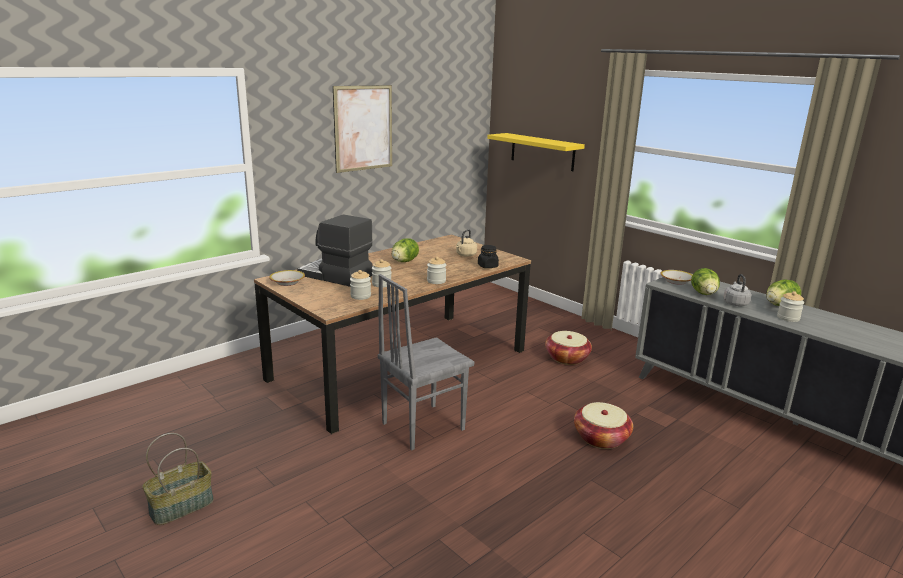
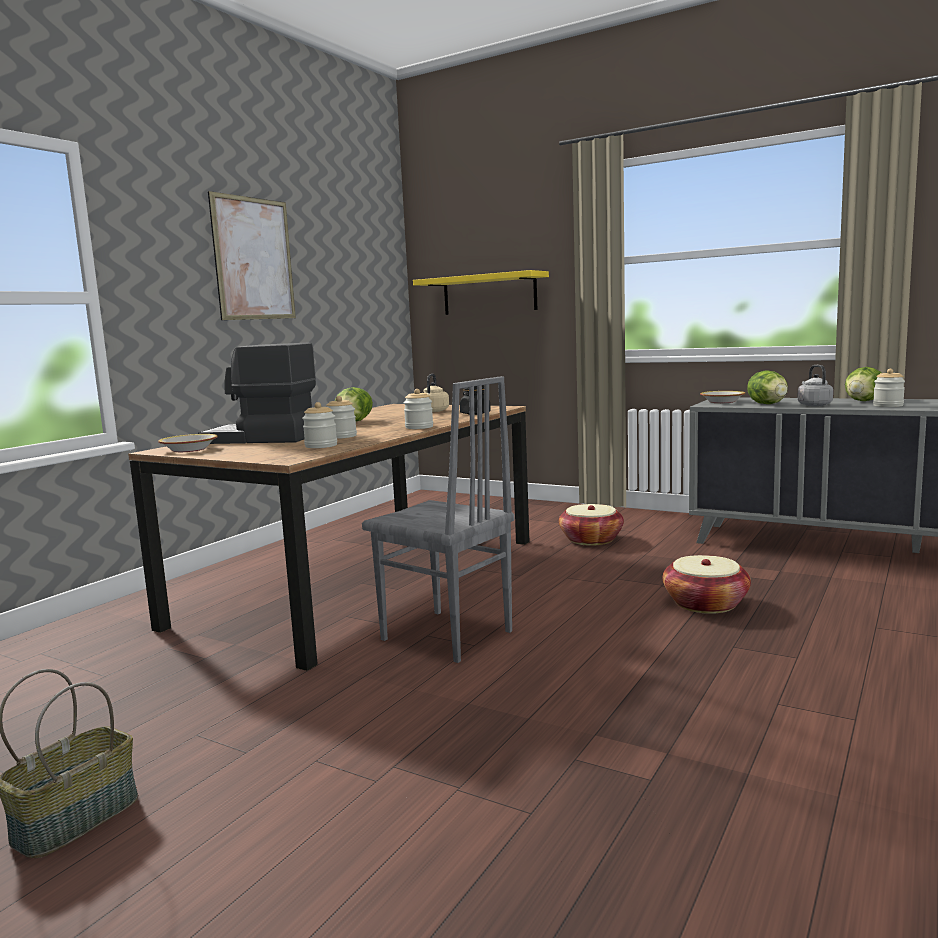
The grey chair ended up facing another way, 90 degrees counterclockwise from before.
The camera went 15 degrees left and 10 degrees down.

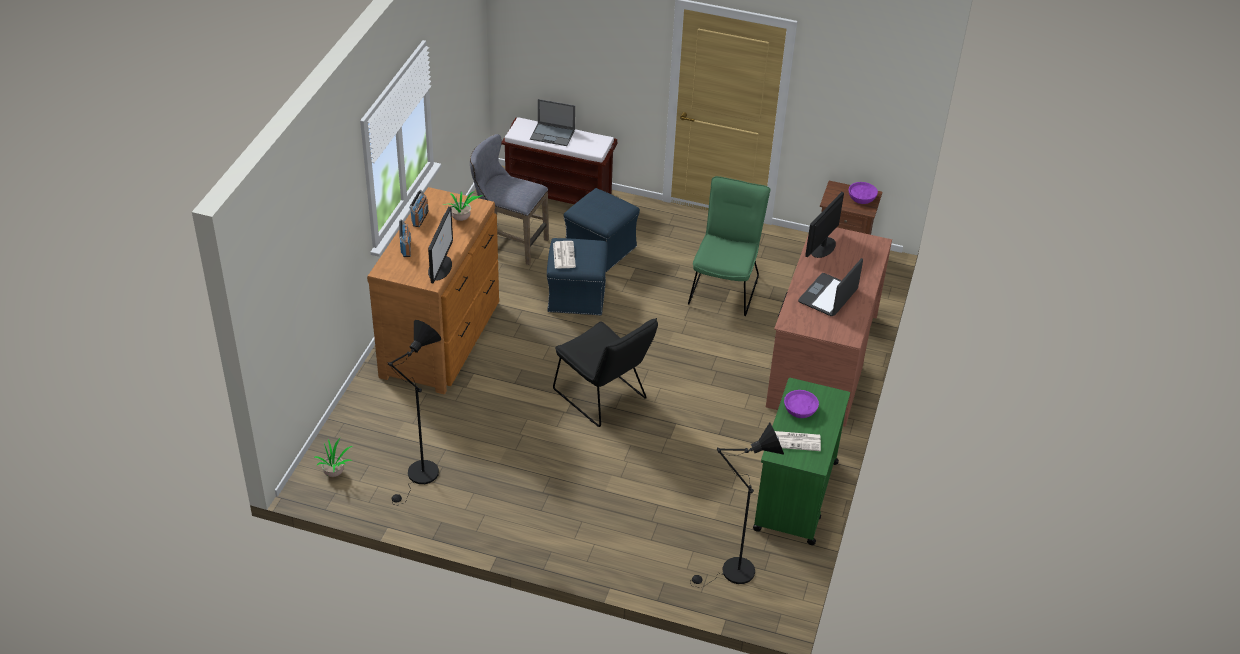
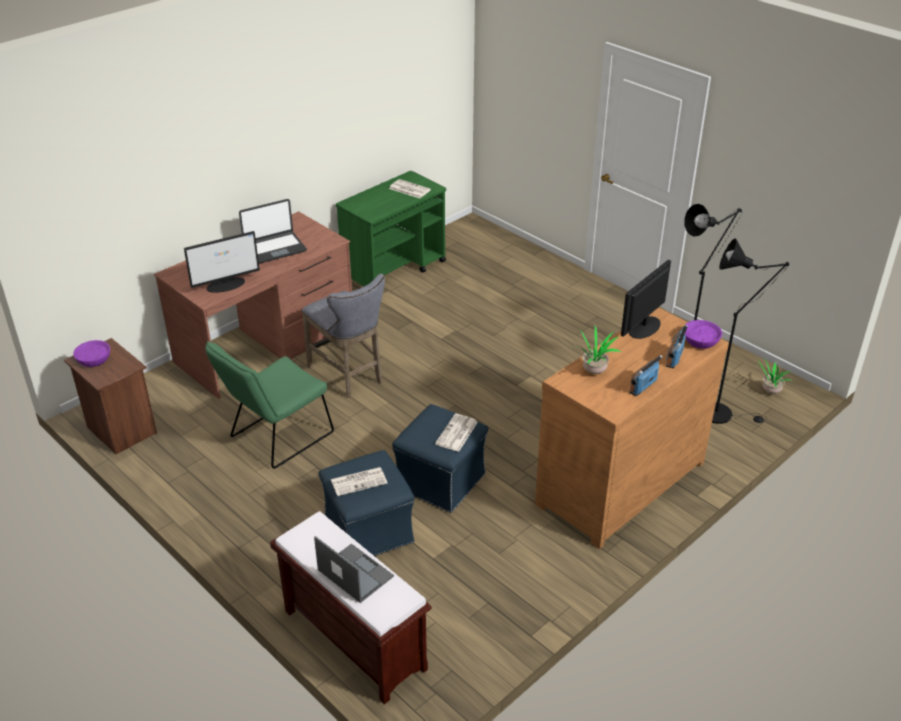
The grey stool seat ended up elsewhere.
The second view lost the black-coloured chair.
The black-coloured standing lamp (no. 2 from left) ended up elsewhere.
The purplish bowl (no. 1 from left in the first image) ended up elsewhere.
The second view gained the newspaper (no. 1 from left).
The camera went 150 degrees left and 5 degrees down.

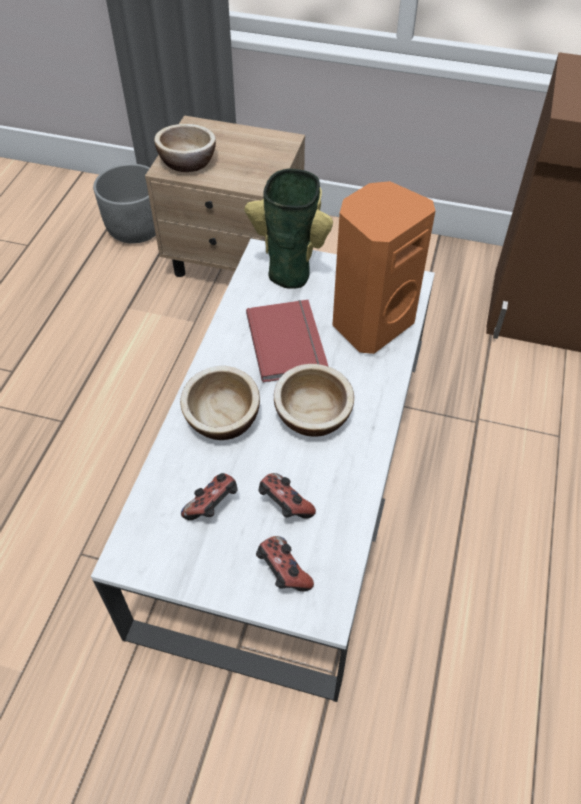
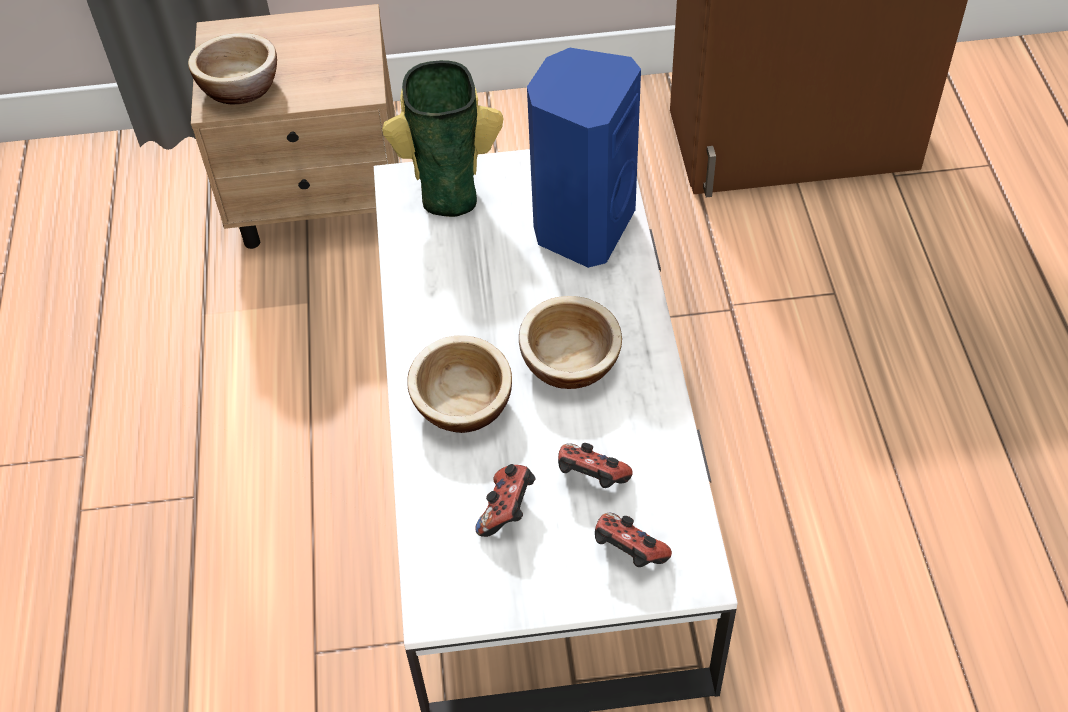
The second view lost the grey planter.
The second view lost the red-coloured book.
What was the orangey audio speaker turned into the bluish audio speaker.
The camera went 20 degrees left and 0 degrees up.

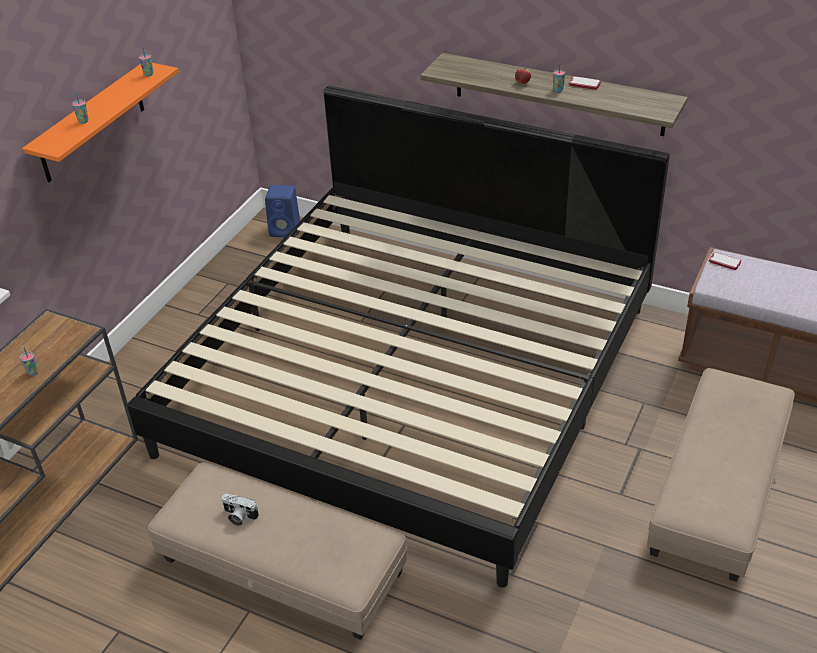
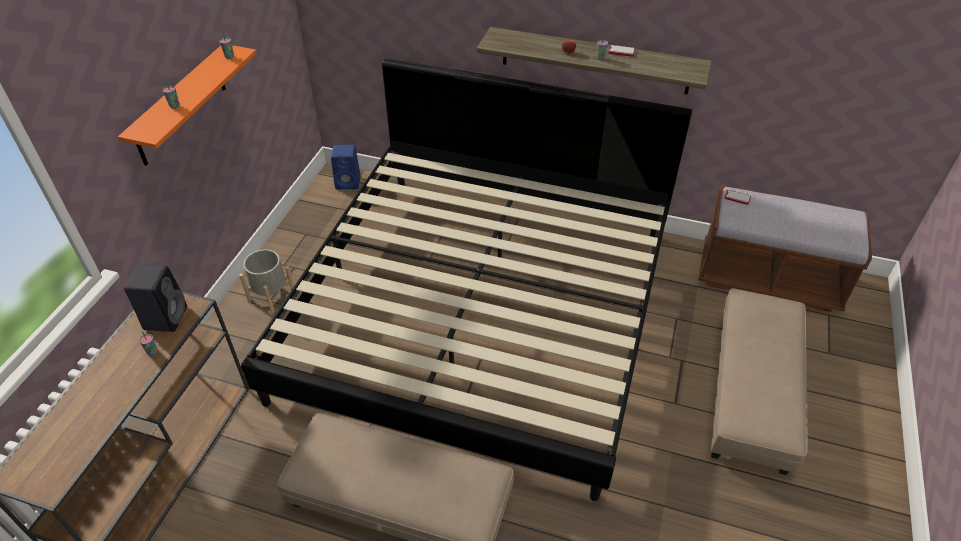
The second view lost the photo camera.
The second view gained the black-coloured audio speaker.
The second view gained the grey planter.
The camera went 10 degrees left and 5 degrees up.

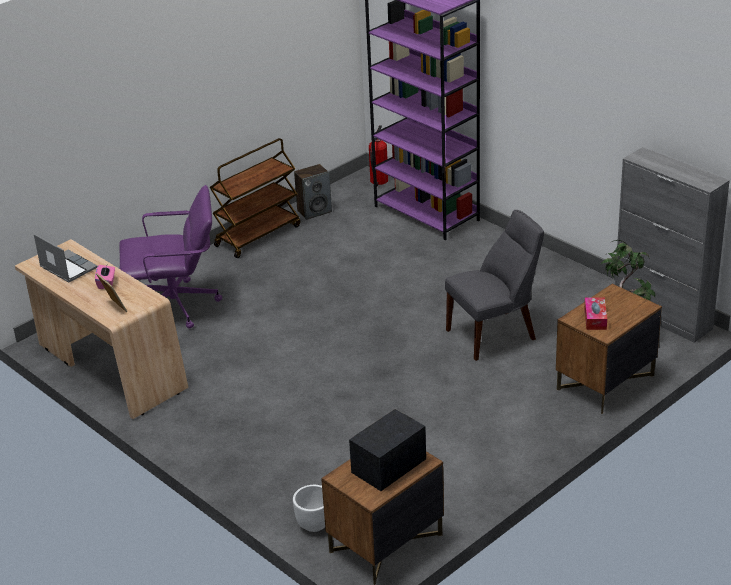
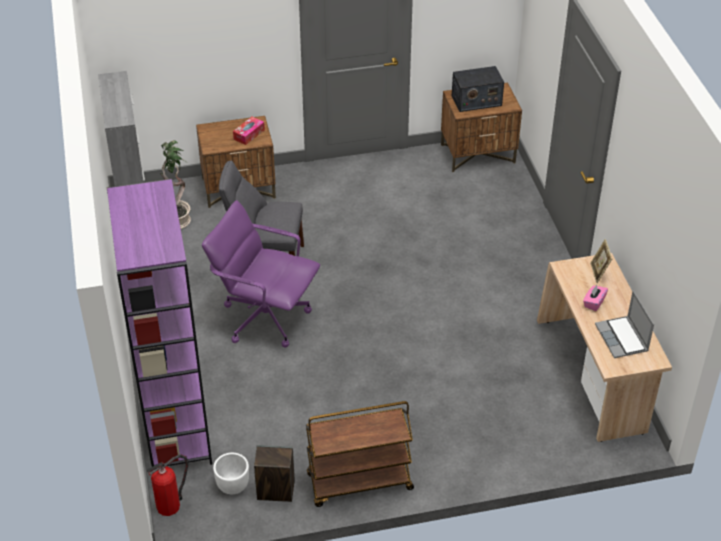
The purplish computer chair ended up elsewhere.
The white planter ended up elsewhere.
The camera went 150 degrees left and 10 degrees up.

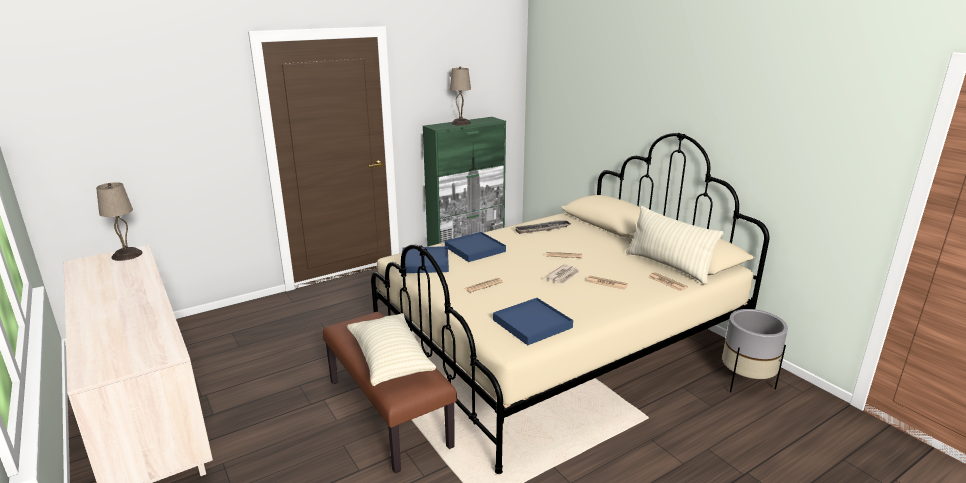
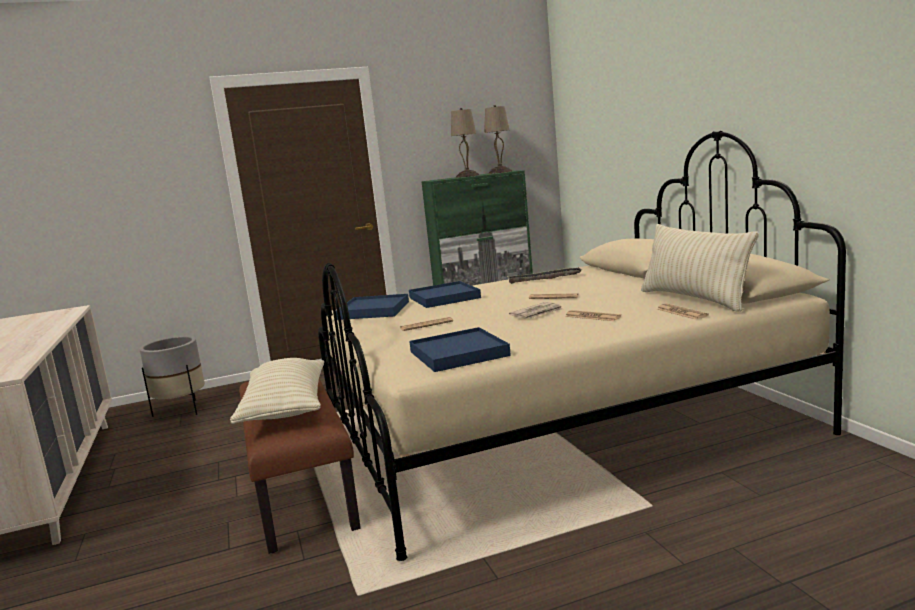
The sand-coloured lamp for a table (no. 1 from left in the first image) ended up elsewhere.
The grey planter ended up elsewhere.
The camera went 15 degrees right and 10 degrees down.

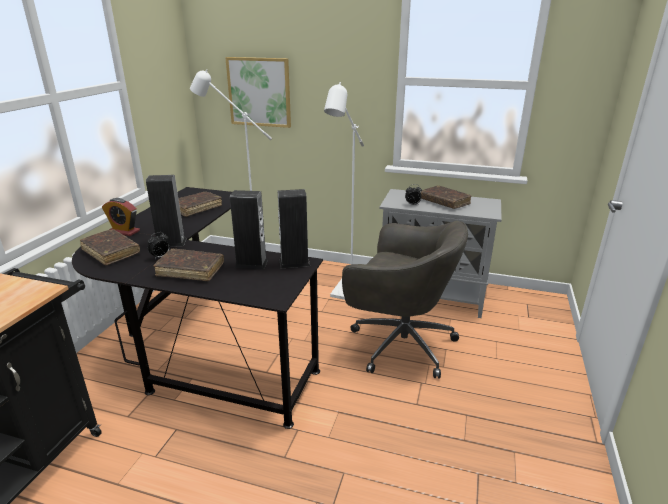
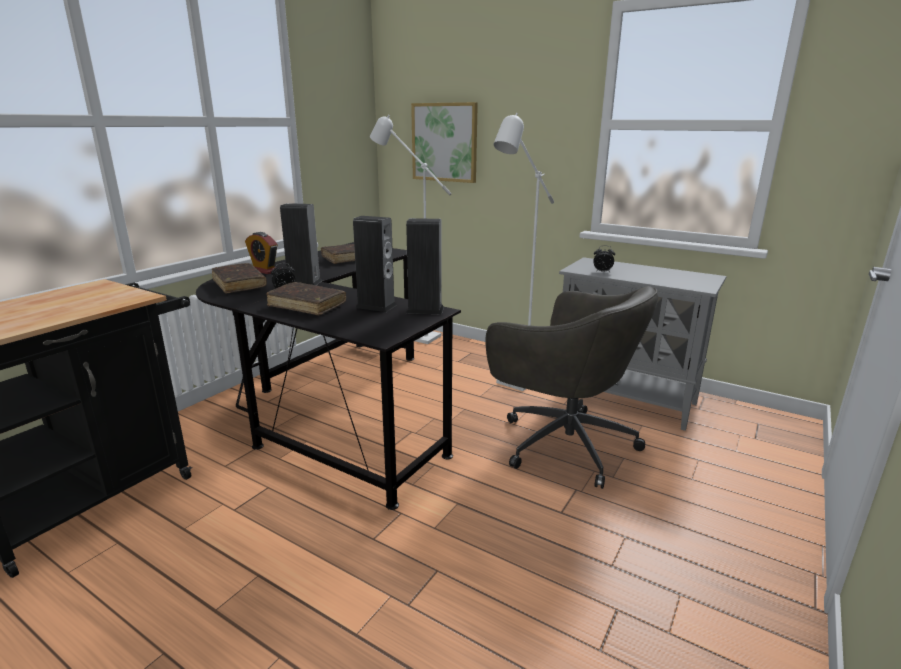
The second view lost the brown book (no. 4 from left).
The camera went 15 degrees right and 5 degrees down.

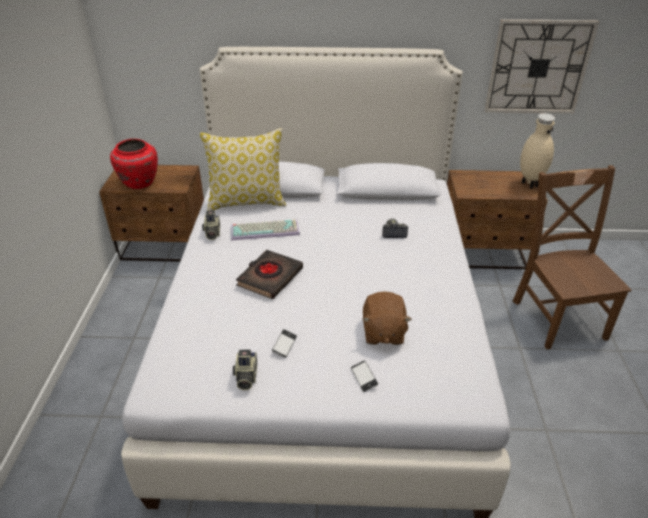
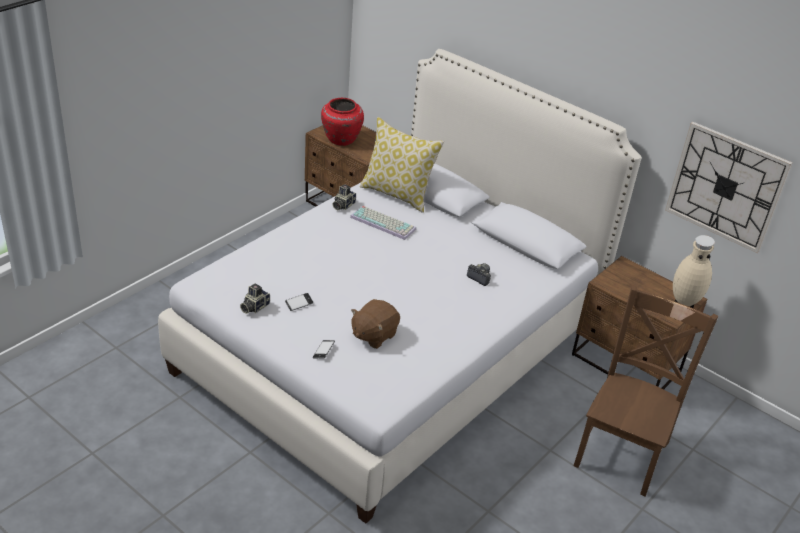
The second view lost the black-coloured book.
The camera went 35 degrees right and 0 degrees up.

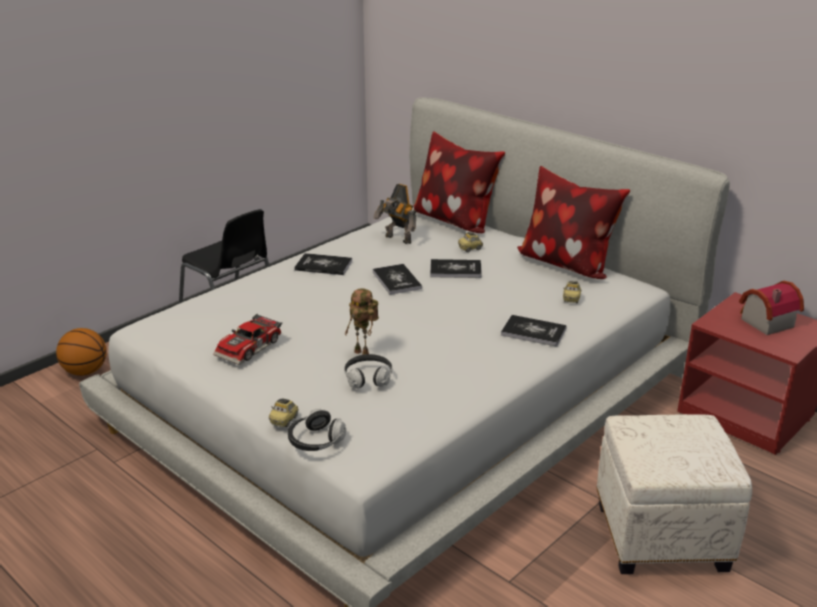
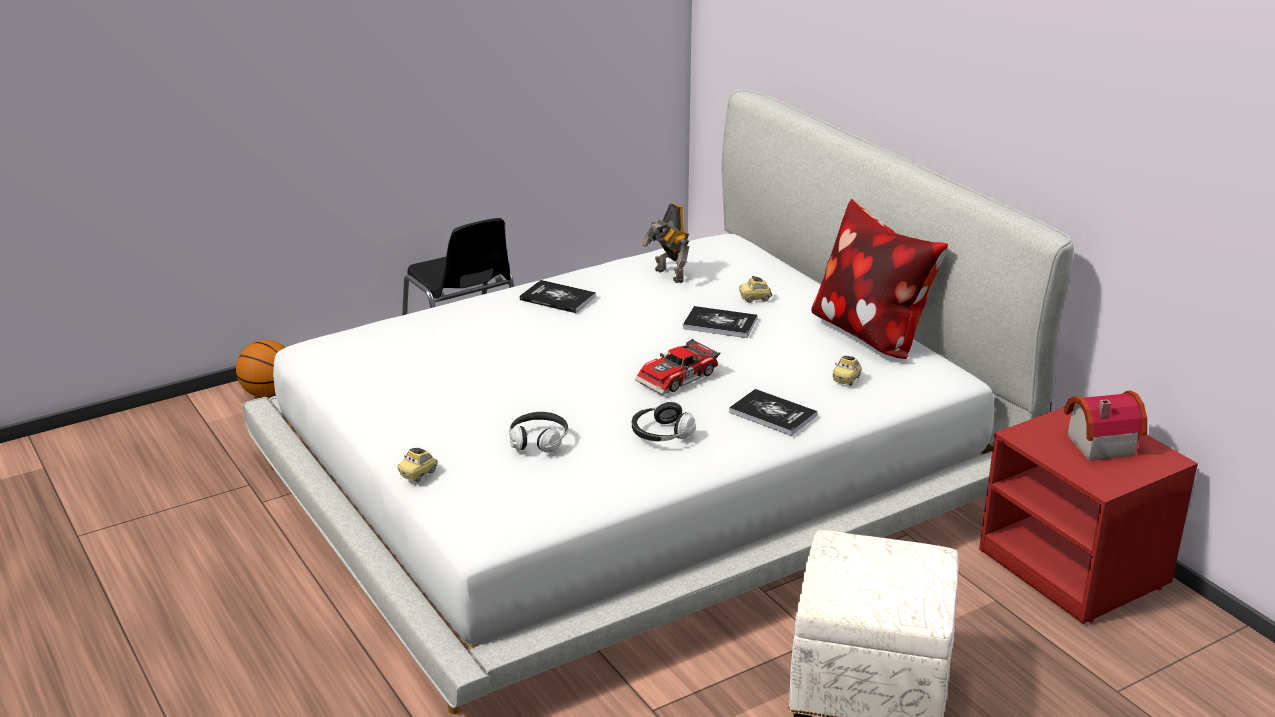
The model car (no. 1 from left in the first image) ended up elsewhere.
The headphones (no. 1 from left in the first image) ended up elsewhere.
The second view lost the robot figure (no. 1 from left).
The second view lost the book (no. 2 from left).
The second view lost the throw pillow (no. 1 from left).
The camera went 15 degrees right and 0 degrees up.

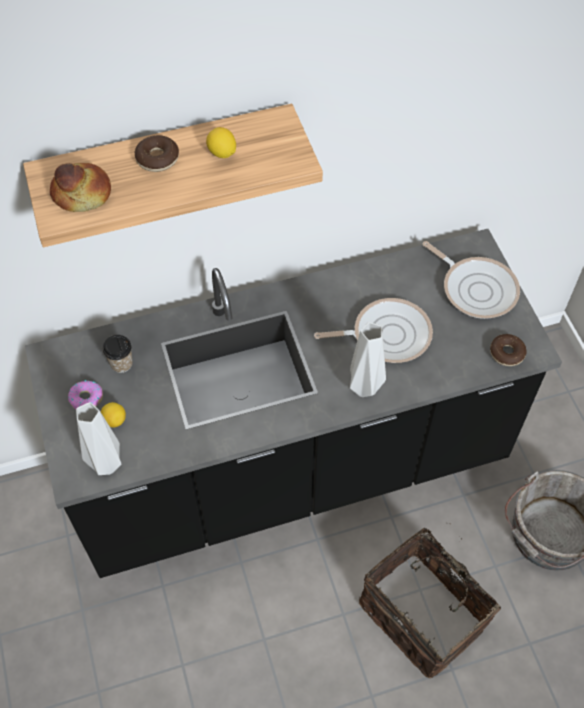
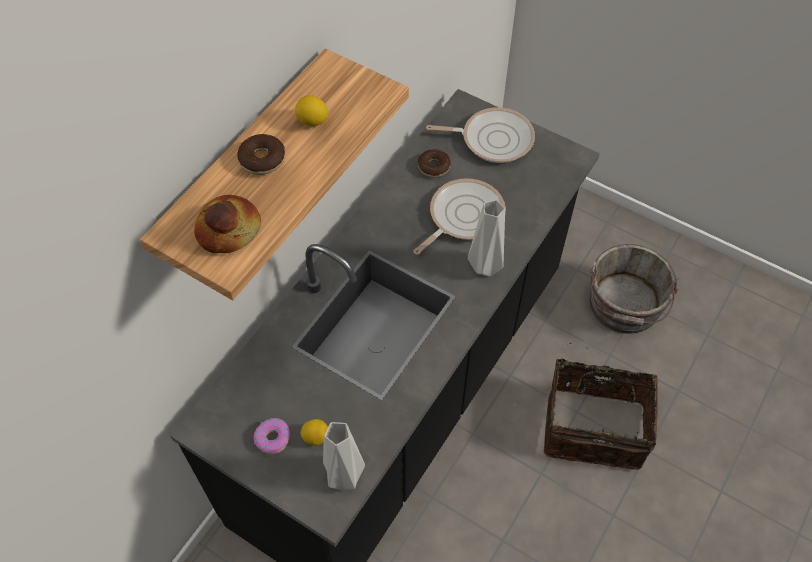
The second view lost the cup.
The doughnut (no. 3 from left) ended up elsewhere.
The camera went 40 degrees left and 0 degrees up.

